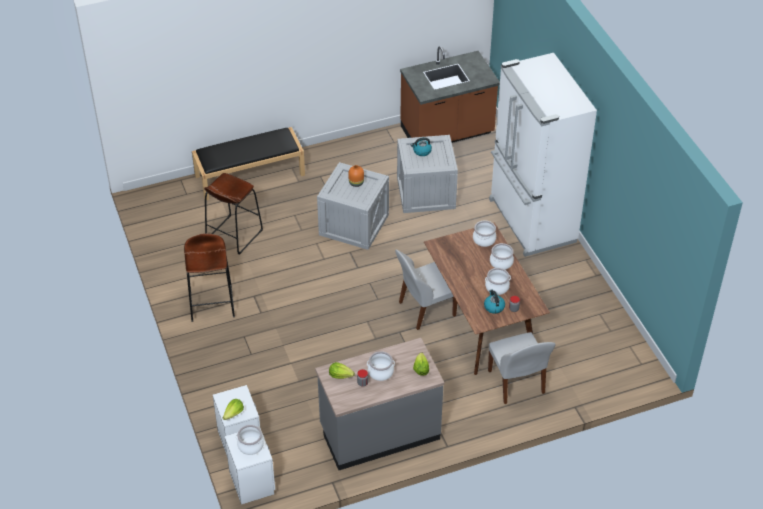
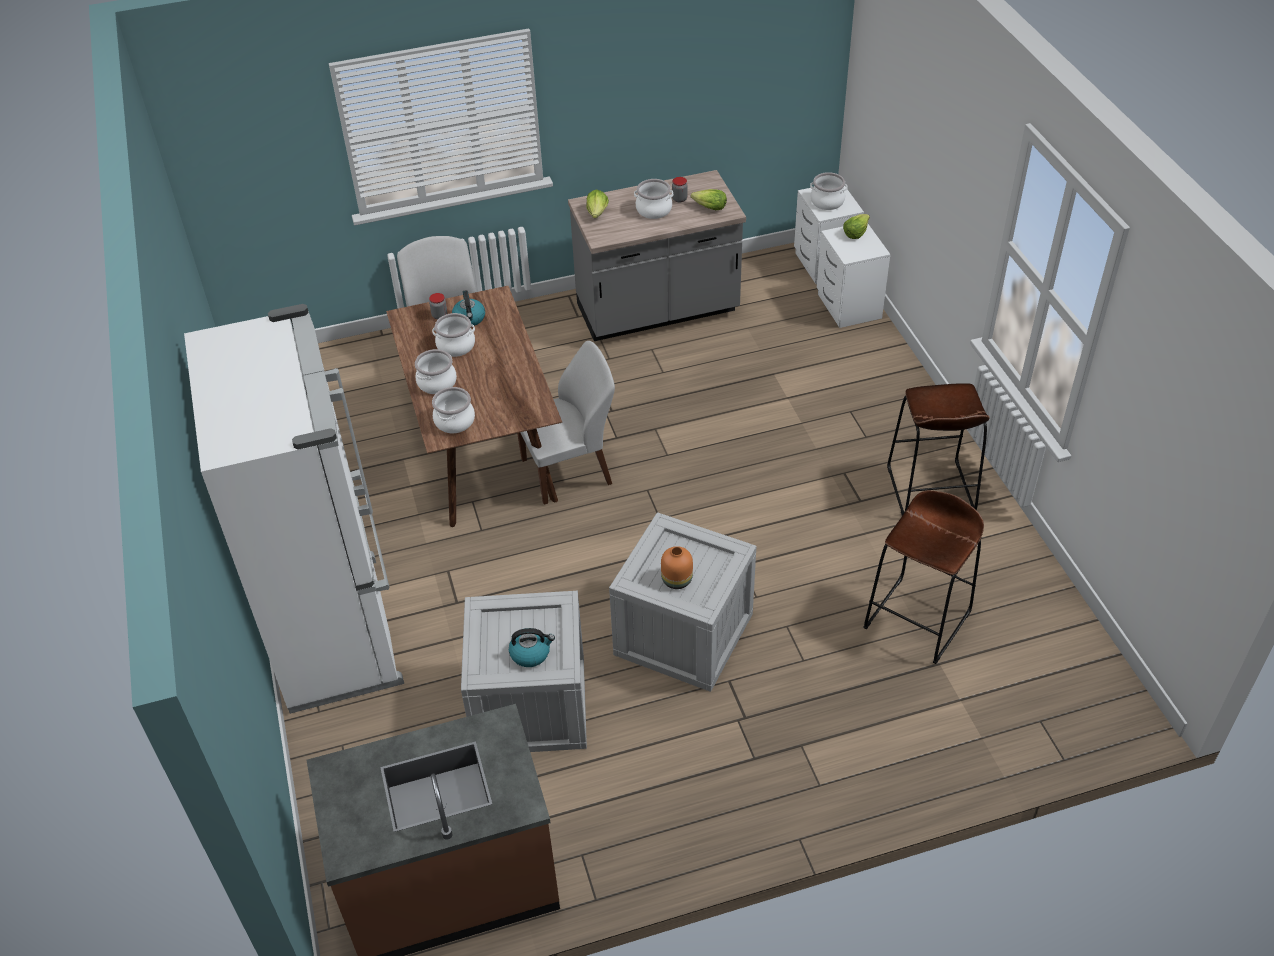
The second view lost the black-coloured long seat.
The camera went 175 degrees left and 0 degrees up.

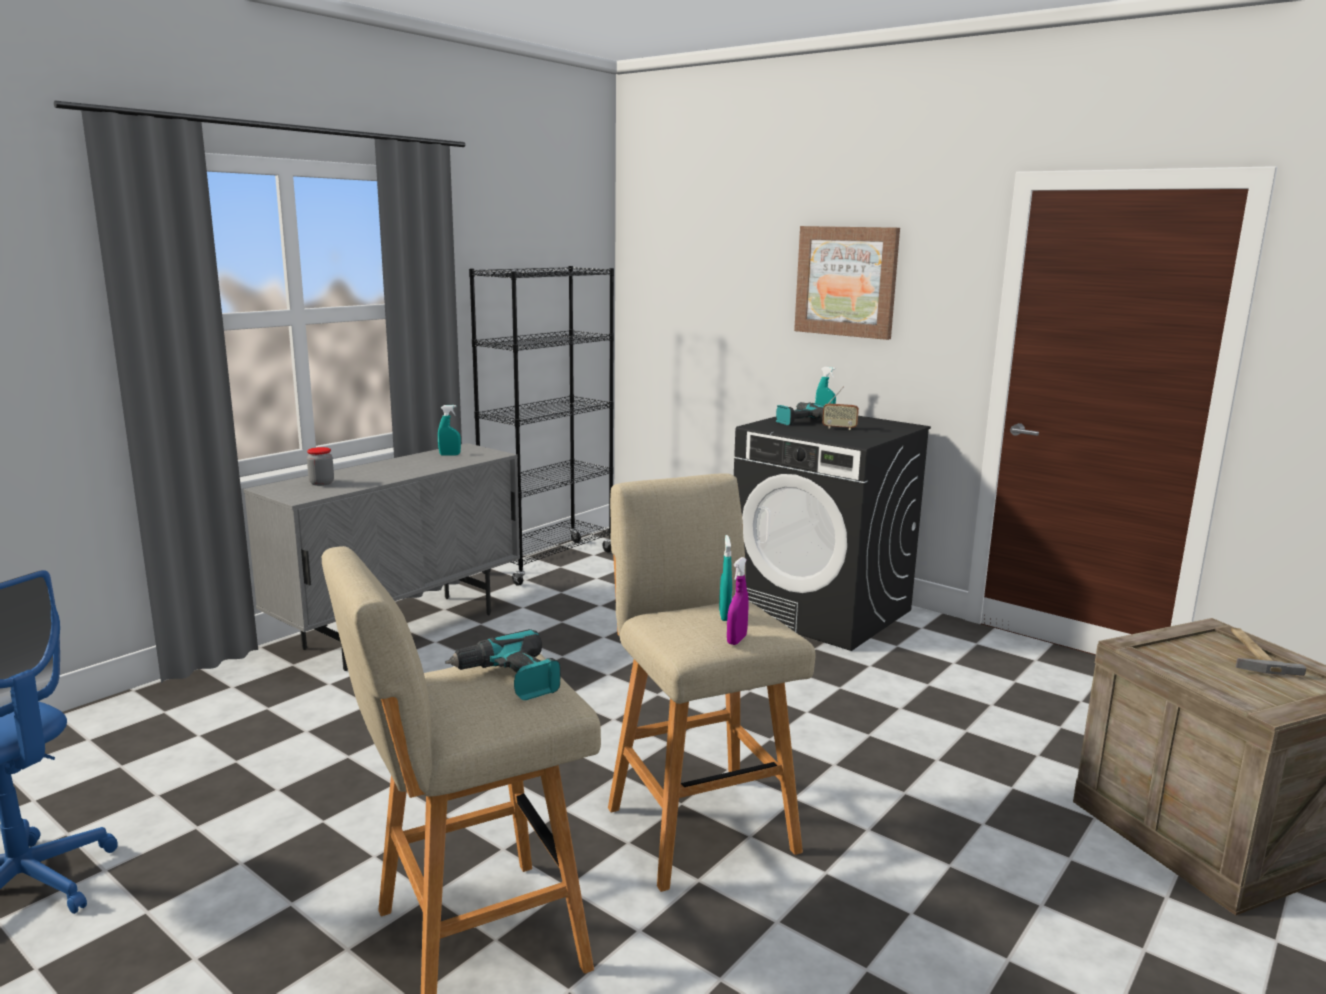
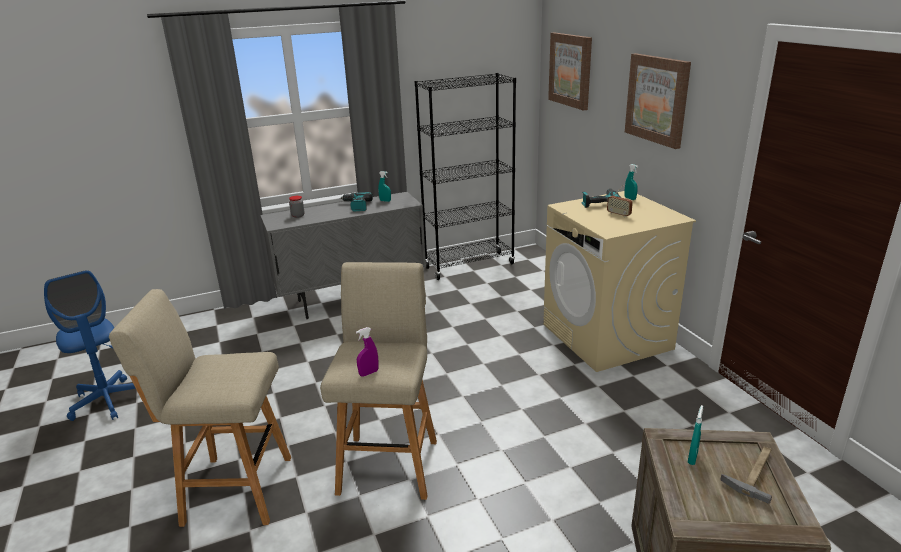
The drill (no. 1 from left) ended up elsewhere.
The blue-green sprayer (no. 2 from left in the first image) ended up elsewhere.
What was the black-coloured washing machine turned into the sand-coloured washing machine.
The second view gained the picture (no. 1 from left).
The camera went 30 degrees right and 10 degrees up.

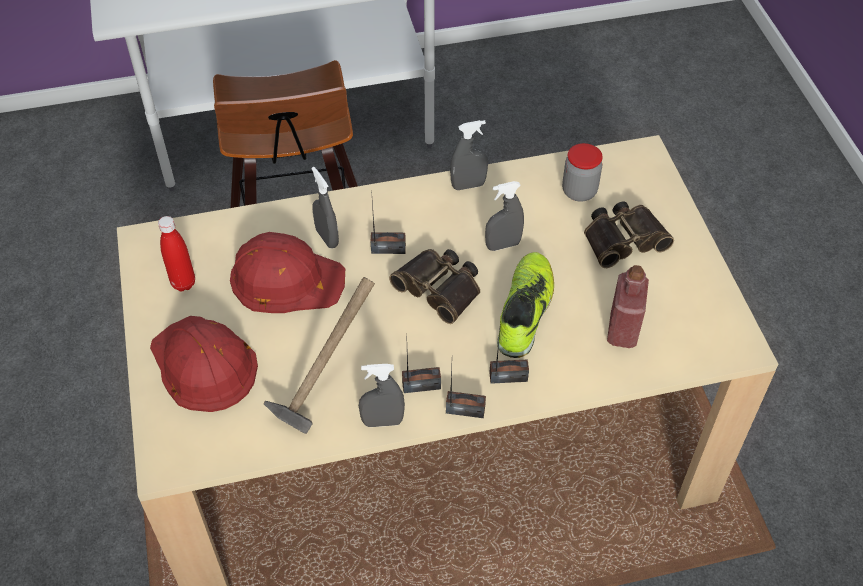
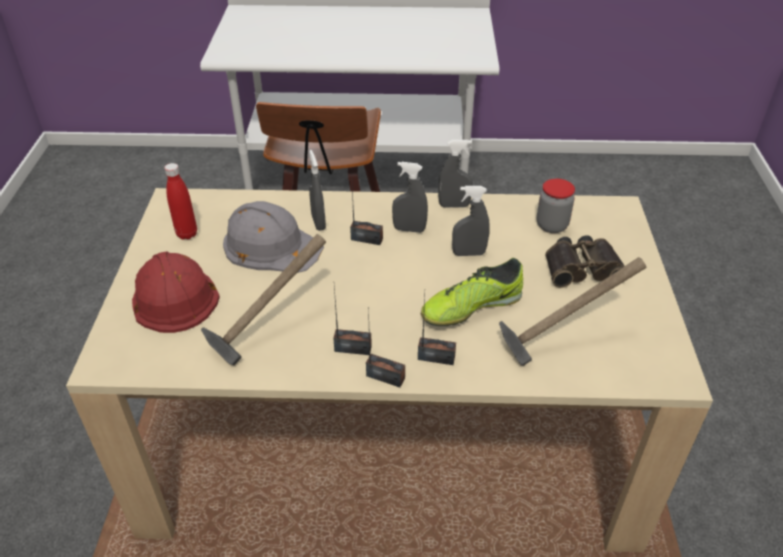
What was the red-coloured work helmet (no. 2 from left) turned into the grey work helmet.
The grey sprayer (no. 2 from left) ended up elsewhere.
The second view lost the binoculars (no. 1 from left).
The item of footwear ended up facing another way, 150 degrees counterclockwise from before.
Where the red-coloured drink bottle (no. 2 from left) stood, the hammer (no. 2 from left) came to stand.
The camera went 15 degrees right and 10 degrees down.

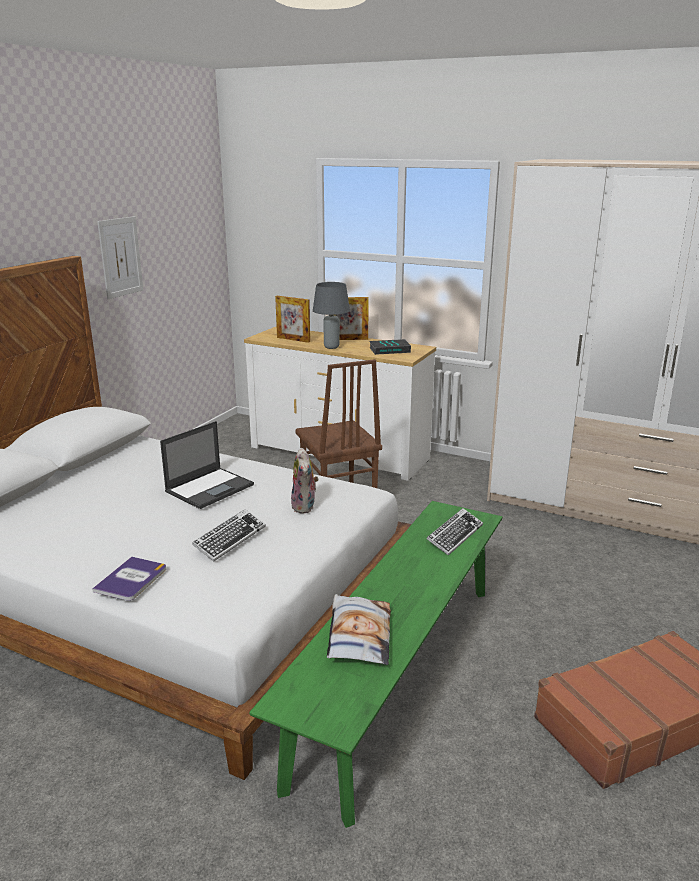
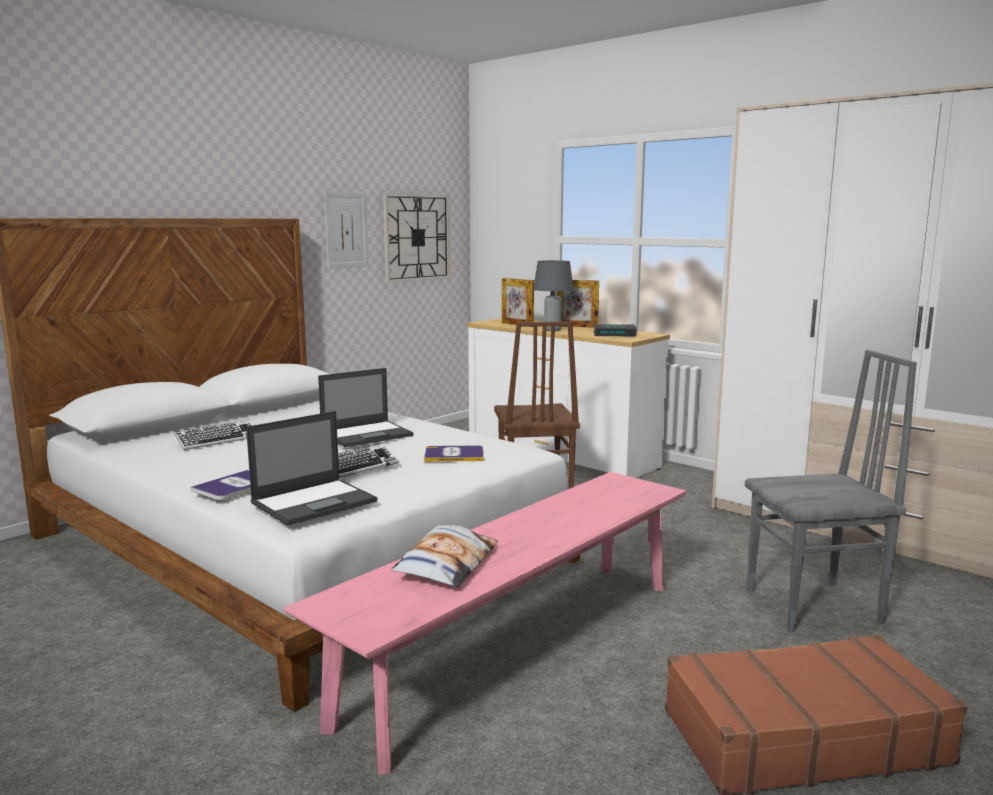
What was the greenish long seat turned into the pink long seat.
Where the cuddly toy stood, the book (no. 2 from left) came to stand.
The computer keyboard (no. 2 from left in the first image) ended up elsewhere.
The second view gained the laptop (no. 1 from left).
The second view gained the clock on the wall.
The second view gained the grey chair.
The camera went 15 degrees right and 10 degrees down.

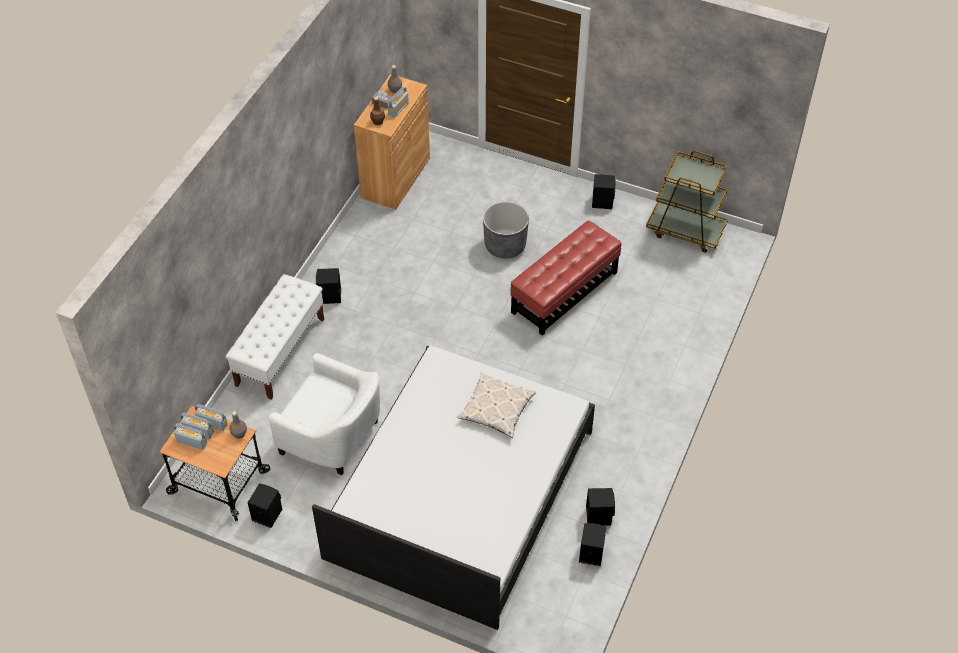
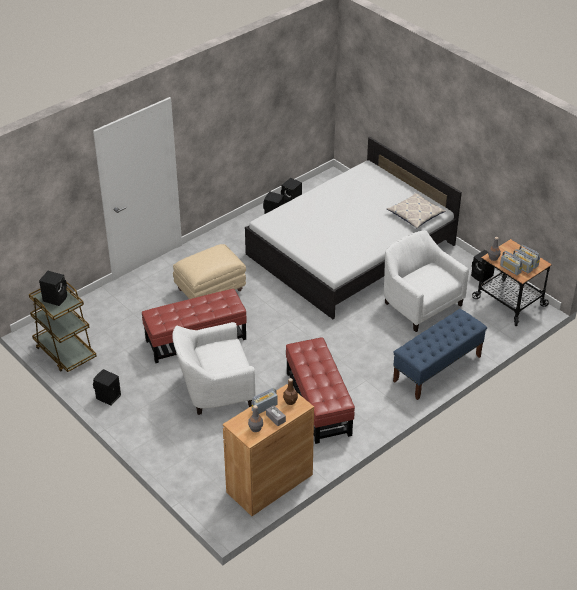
What was the white long seat turned into the bluish long seat.
The black-coloured audio speaker (no. 2 from left in the first image) ended up elsewhere.
The throw pillow ended up elsewhere.
Where the grey planter stood, the white armchair (no. 1 from left) came to stand.
The second view gained the sand-coloured pouffe.
The second view gained the red-coloured pouffe (no. 2 from left).
The camera went 155 degrees left and 10 degrees down.

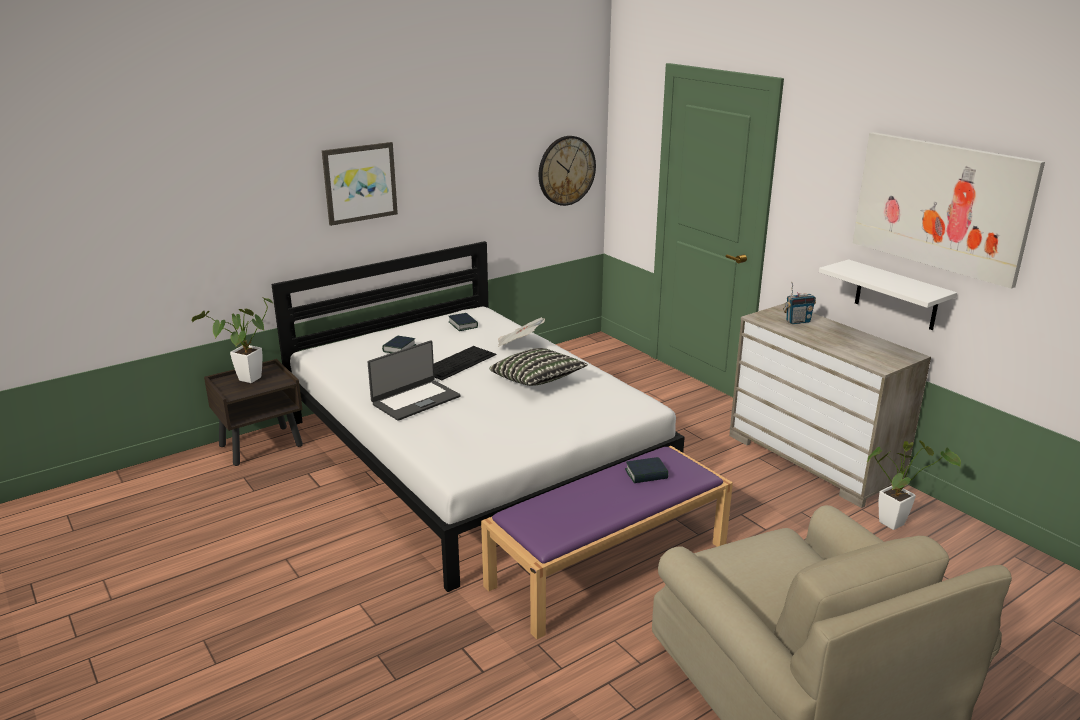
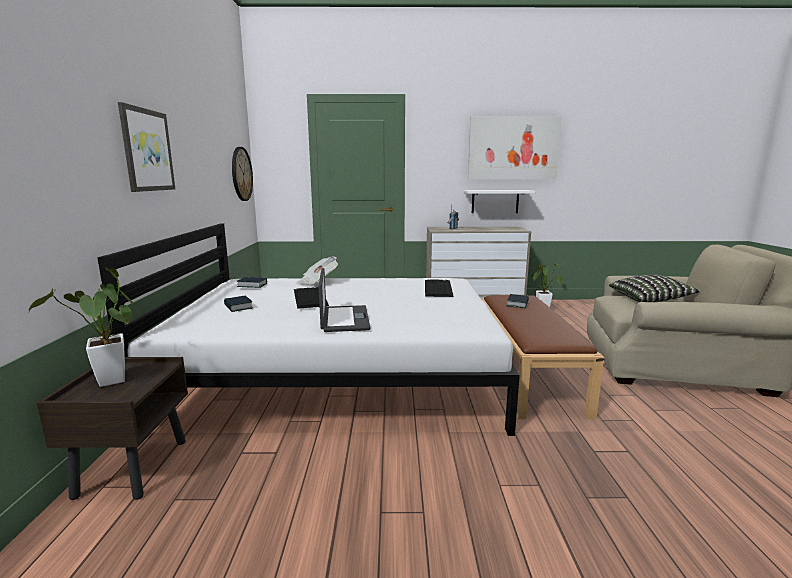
What was the purplish long seat turned into the brown long seat.
The throw pillow ended up elsewhere.
The second view gained the computer keyboard (no. 2 from left).
The camera went 55 degrees left and 10 degrees down.

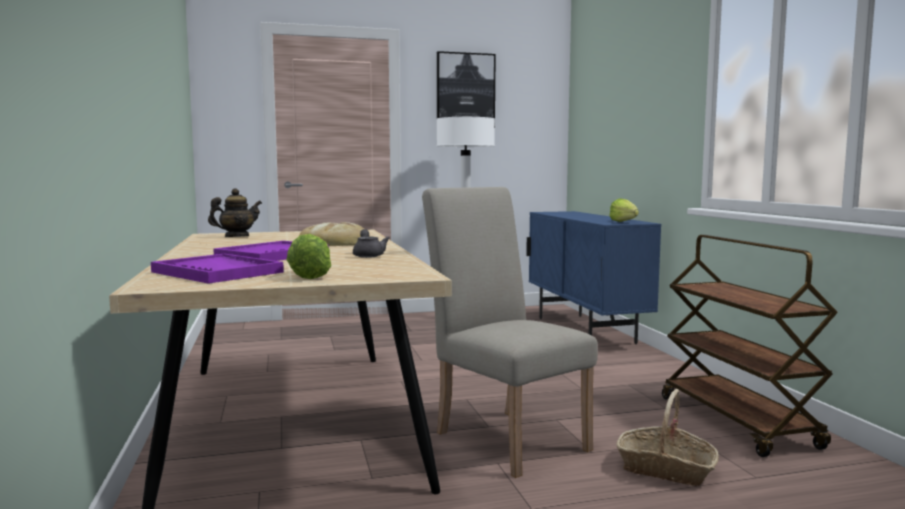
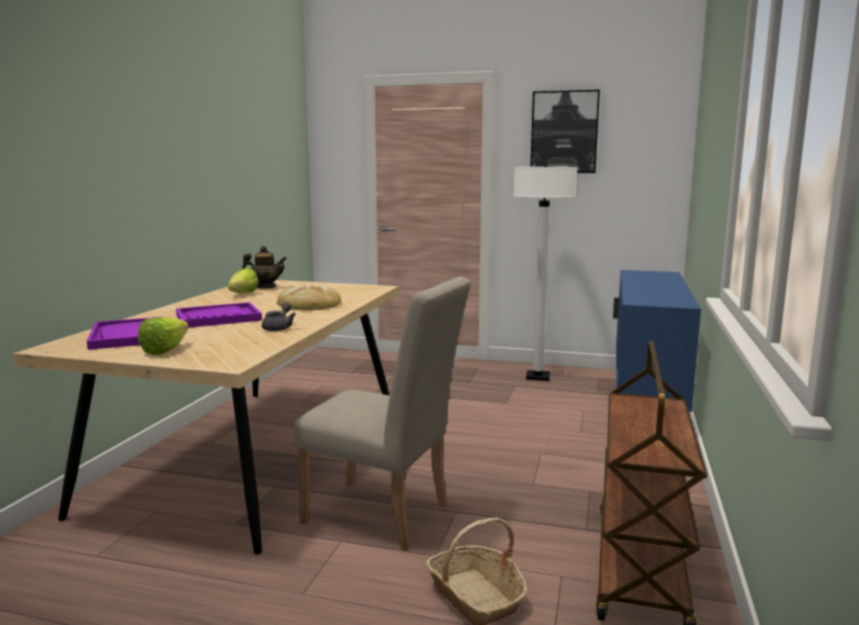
The sand-coloured chair ended up facing another way, 120 degrees clockwise from before.
The lettuce (no. 2 from left) ended up elsewhere.
The camera went 30 degrees right and 5 degrees up.

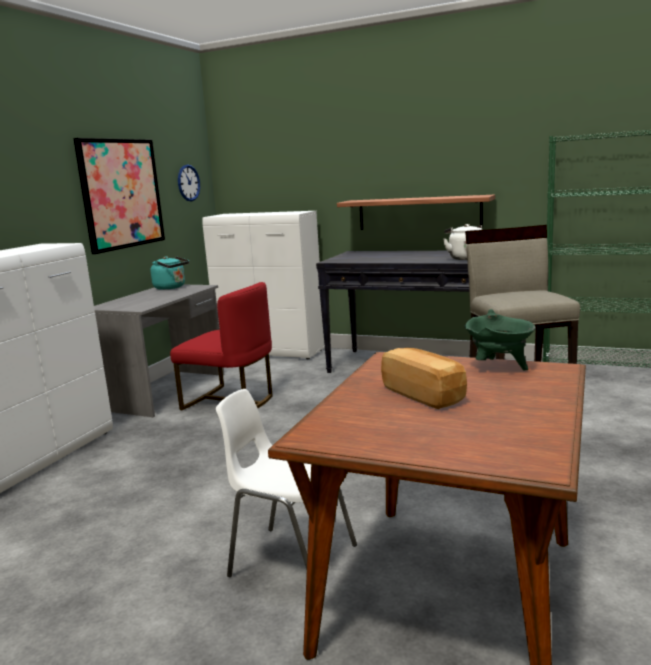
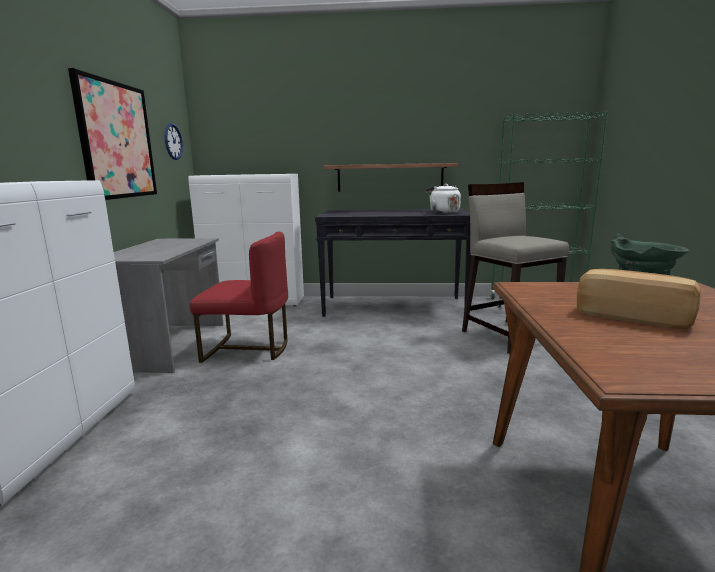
The second view lost the blue-green kettle.
The second view lost the white chair.
The camera went 20 degrees left and 0 degrees up.

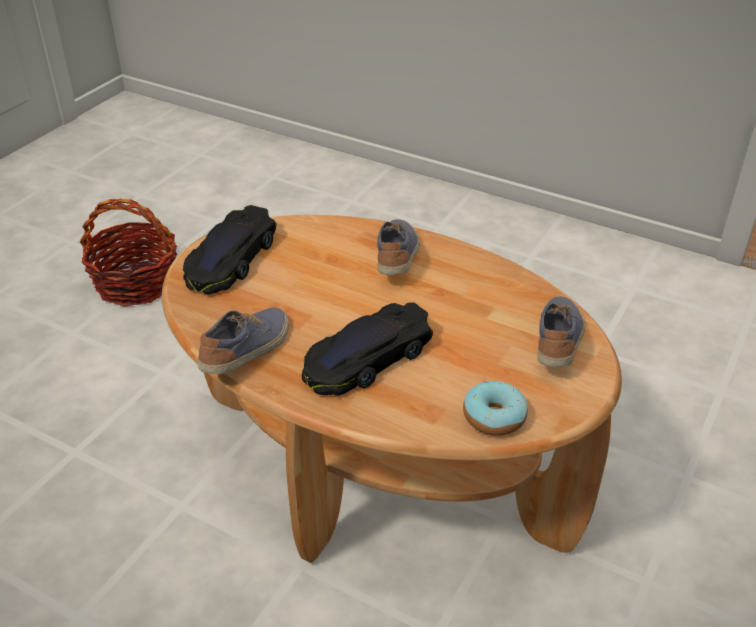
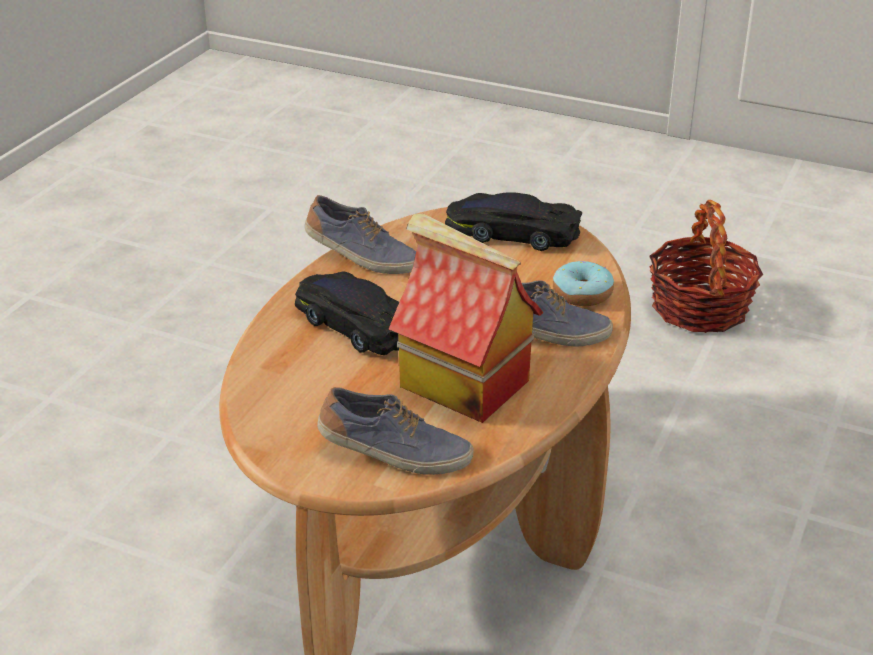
The doughnut ended up elsewhere.
The second view gained the toy house.
The camera went 85 degrees right and 5 degrees down.

